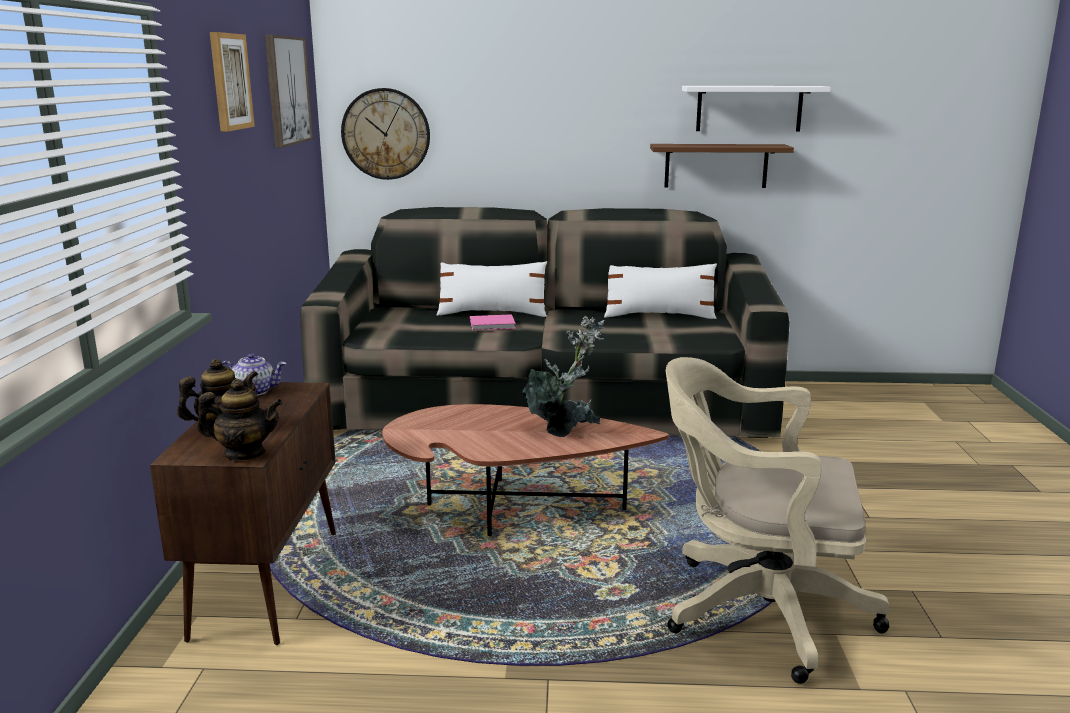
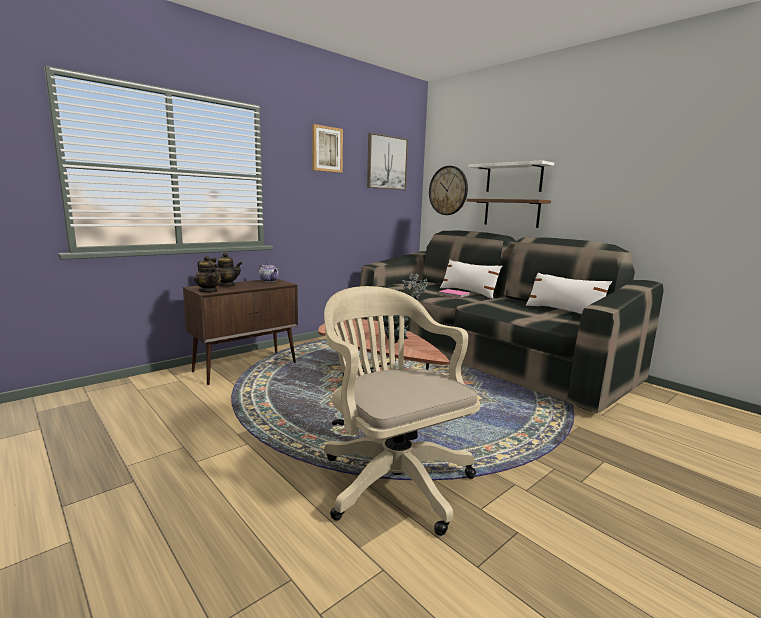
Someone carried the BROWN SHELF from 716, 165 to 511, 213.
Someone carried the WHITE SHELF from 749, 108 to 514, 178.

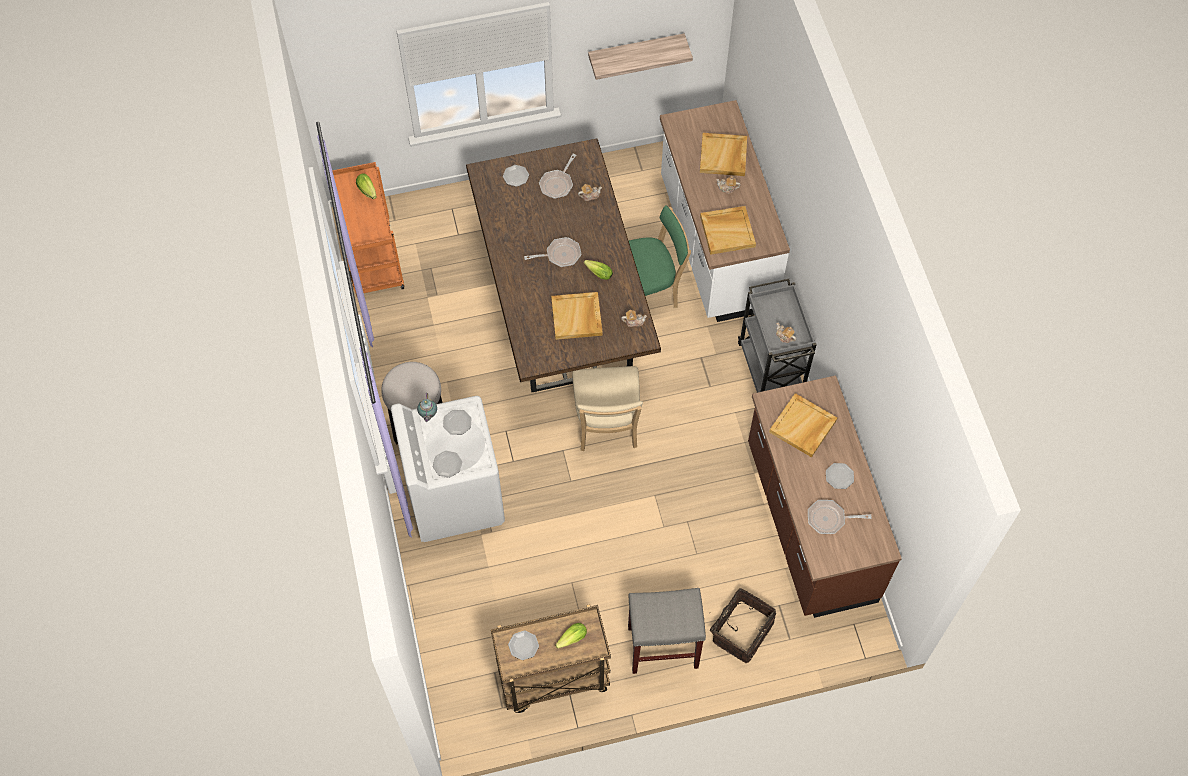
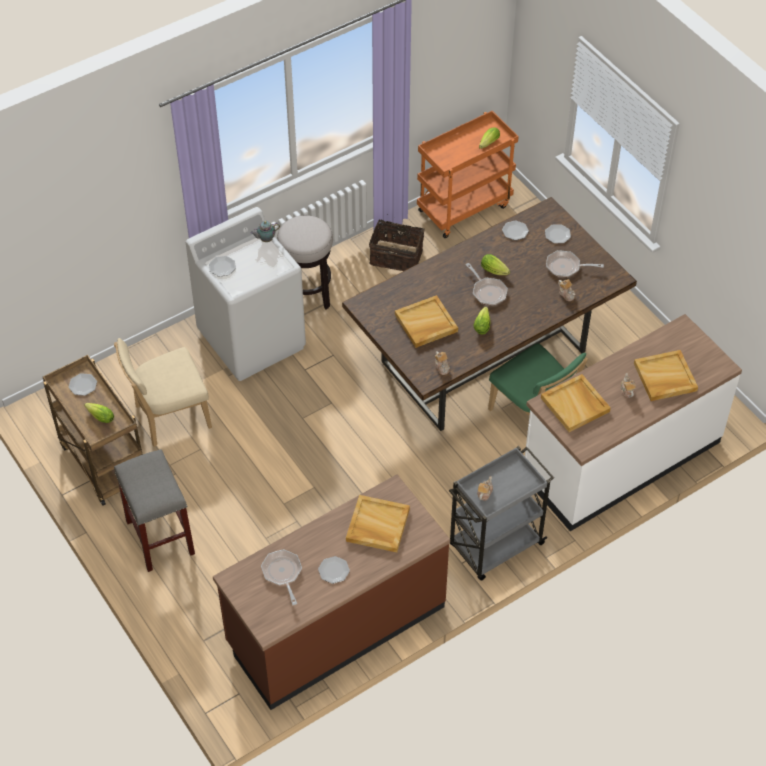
Someone carried the PLATE from 457, 422 to 515, 231.
Someone carried the BEIGE CHAIR from 606, 426 to 169, 417.
Someone took away the SHELF at 636, 52.
Someone carried the BASKET from 741, 630 to 396, 255.
Someone put down the LETTUCE at 495, 271.

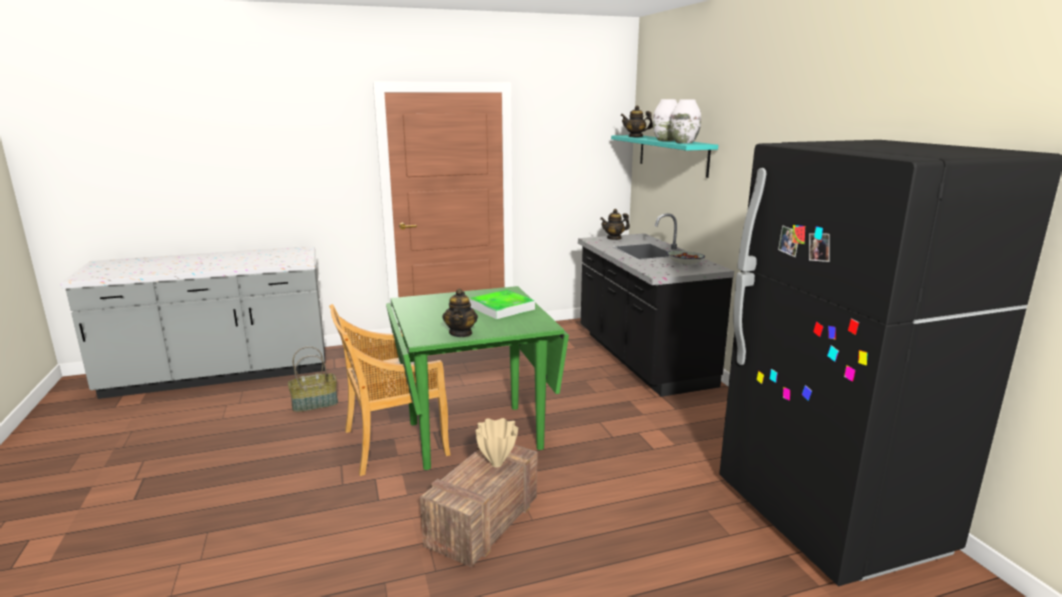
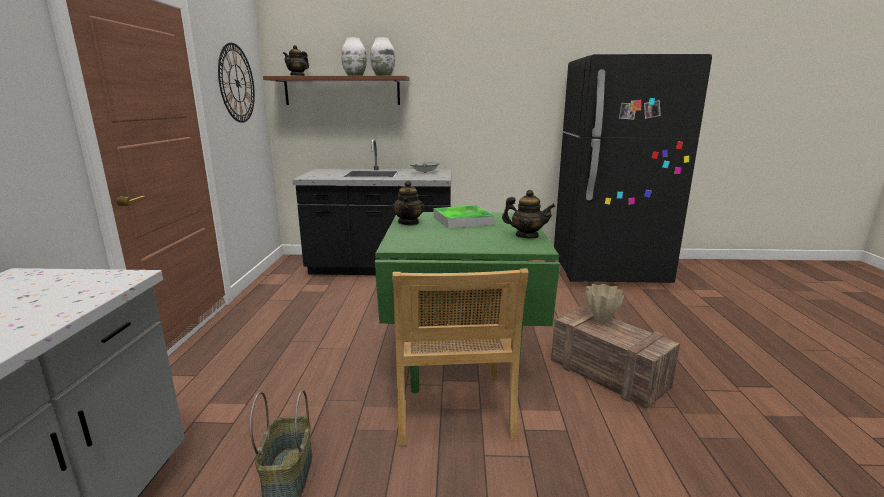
Someone carried the TEAPOT from 614, 238 to 409, 223.
Someone repainted the TURQUOISE SHELF at 672, 154, which became the BROWN SHELF at 342, 91.
Someone put up the WALL CLOCK at 237, 83.

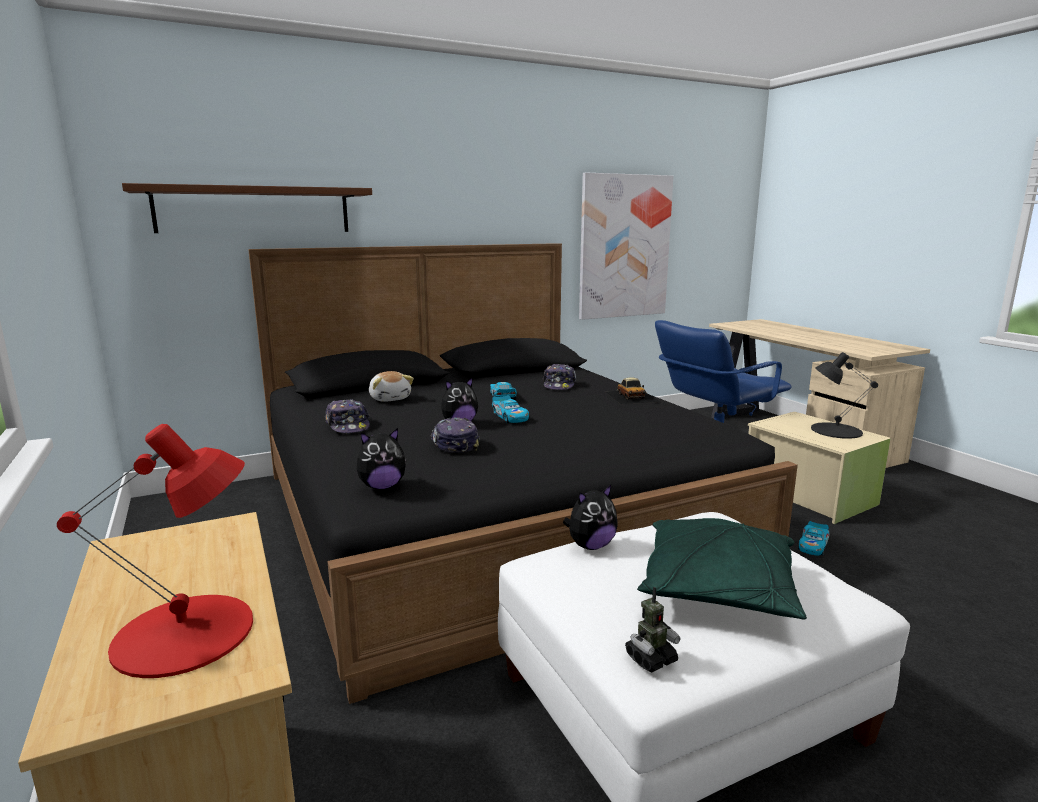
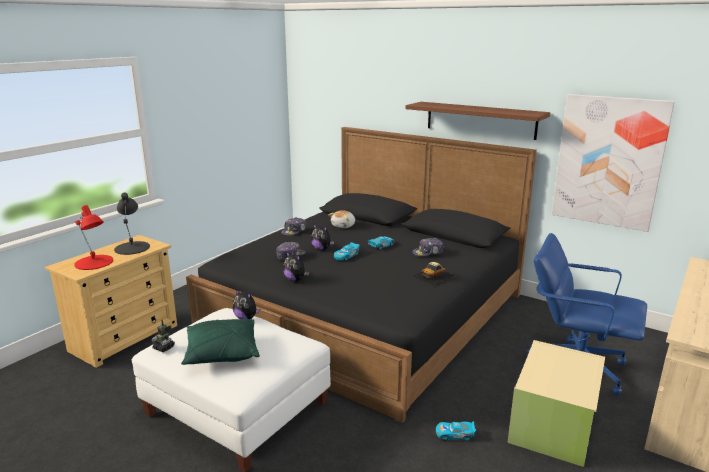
Someone carried the BROWN SHELF from 254, 210 to 480, 120.
Someone carried the PLUSH TOY from 382, 486 to 295, 280.
Someone carried the BLACK TABLE LAMP from 835, 430 to 132, 248.

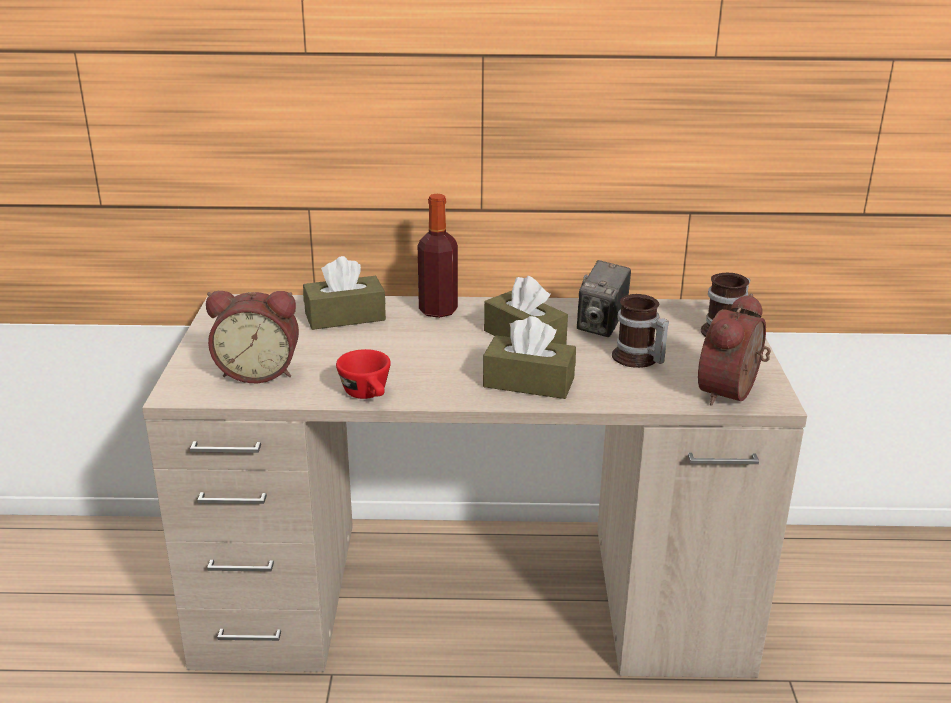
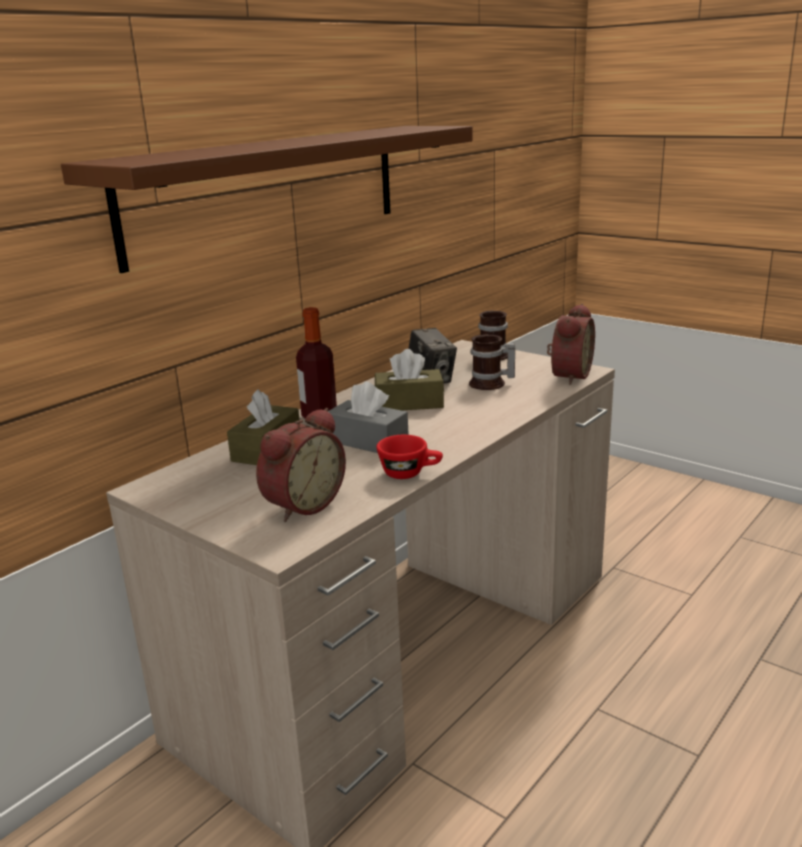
Someone took away the BROWN TISSUE BOX at 528, 382.
Someone rotated the ALARM CLOCK at 732, 393 by 135 degrees counterclockwise.
Someone put up the BROWN SHELF at 269, 190.
Someone put down the GREY TISSUE BOX at 368, 441.

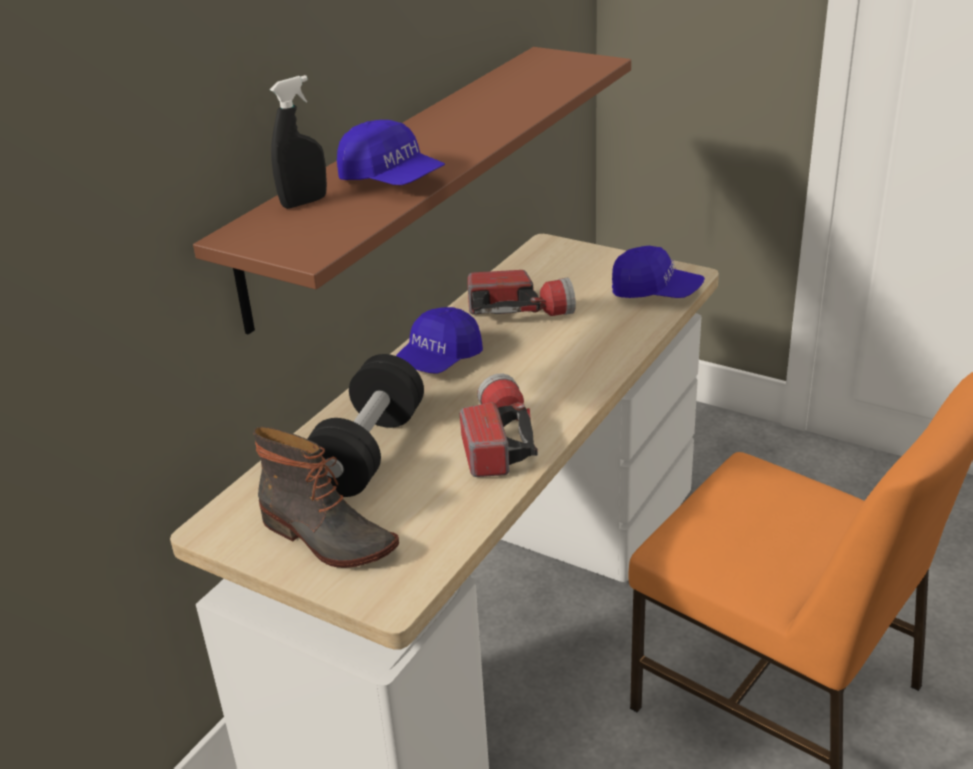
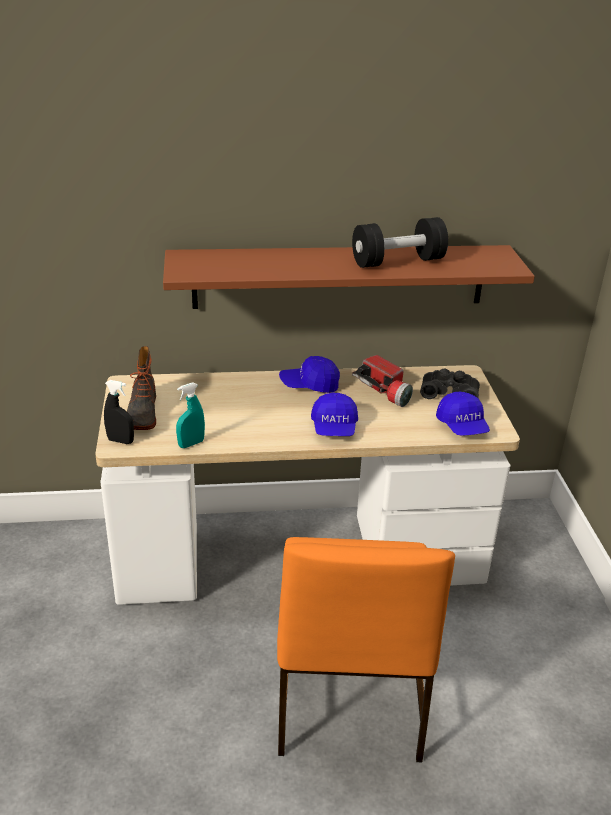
Someone carried the BLACK SPRAY BOTTLE from 304, 202 to 120, 441.
Someone carried the BLACK DUMBBELL from 368, 452 to 398, 261.
Someone carried the BLUE CAP from 392, 180 to 334, 428.
Someone took away the FLASHLIGHT at 497, 441.
Someone put down the TURQUOISE SPRAY BOTTLE at 191, 444.
Someone put down the BLACK BINOCULARS at 449, 392.

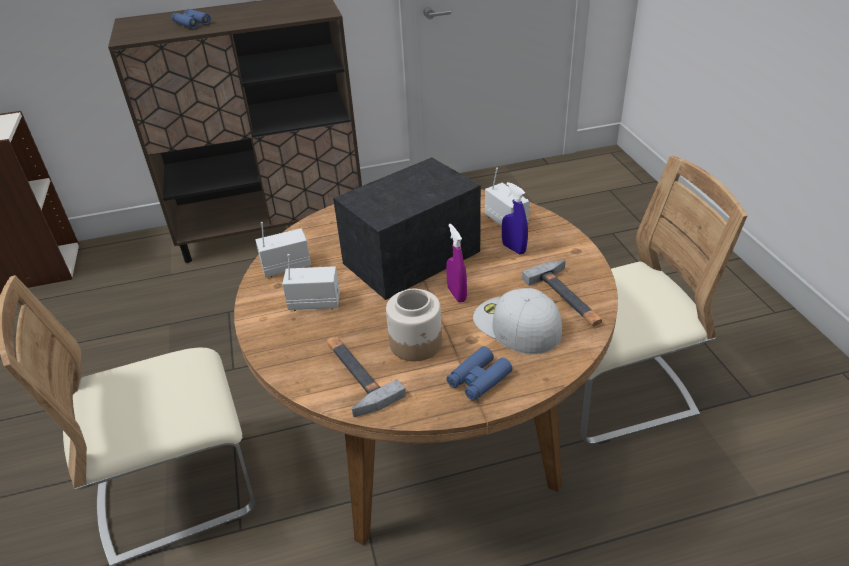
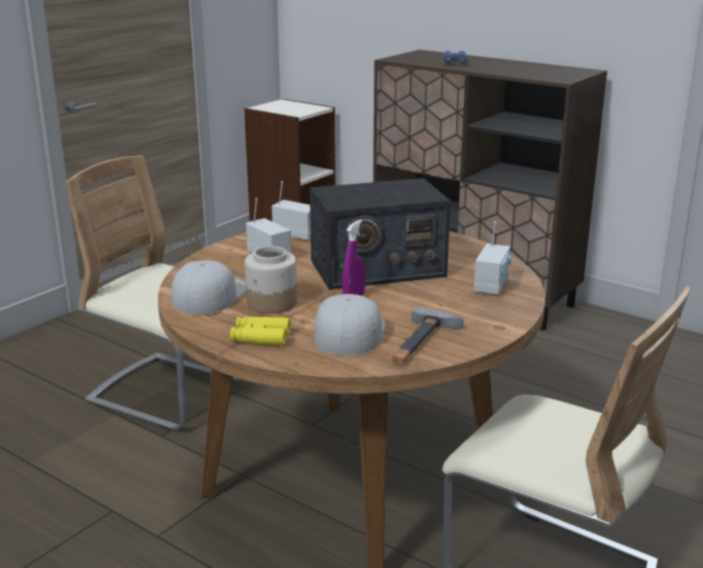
Someone swapped the HAMMER at 354, 375 for the WHITE CAP at 209, 295.
Someone rotated the RADIO at 412, 257 by 150 degrees clockwise.
Someone repainted the BLUE BINOCULARS at 478, 379, which became the YELLOW BINOCULARS at 260, 337.
Someone took away the BLUE SPRAY BOTTLE at 513, 248.

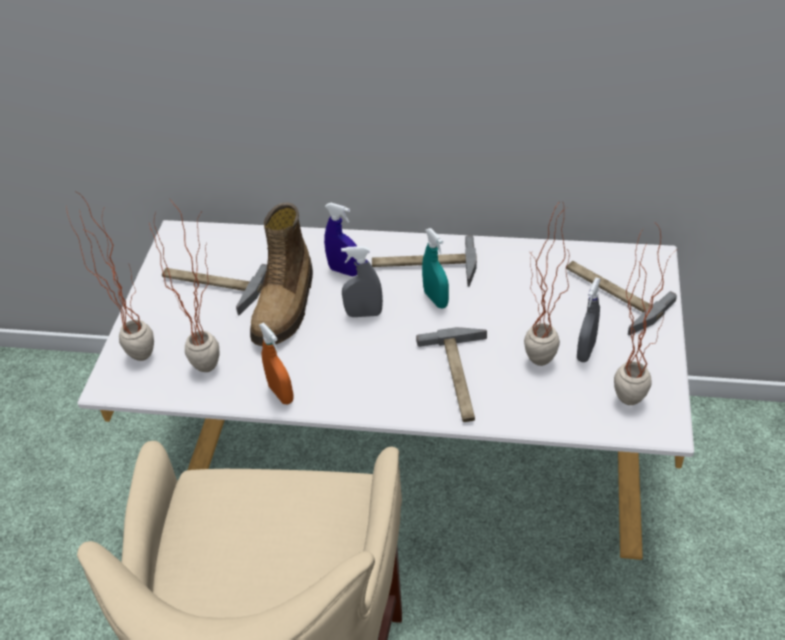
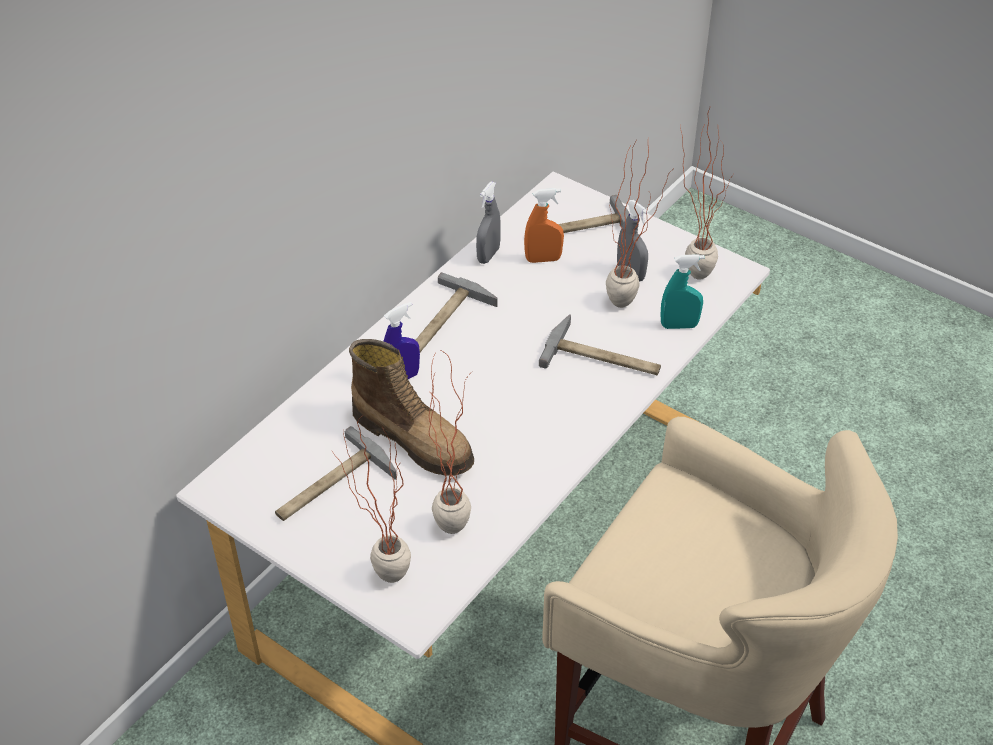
Someone carried the ORANGE SPRAY BOTTLE from 281, 394 to 543, 259.
Someone carried the GREY SPRAY BOTTLE from 364, 314 to 488, 255.
Someone carried the TURQUOISE SPRAY BOTTLE from 436, 299 to 679, 325.

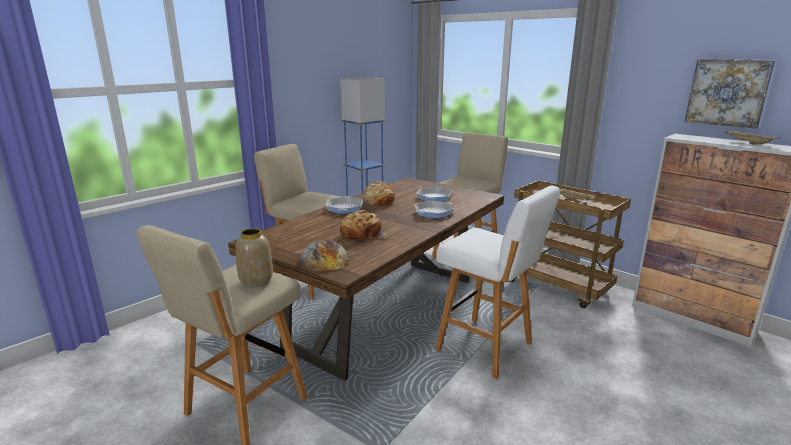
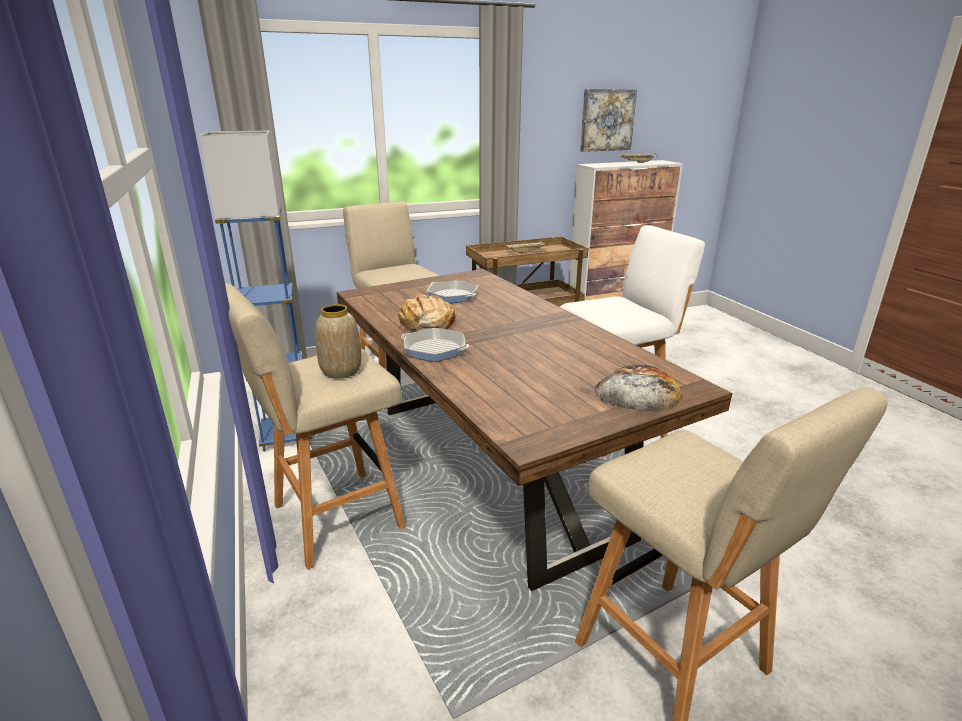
Someone carried the VASE from 256, 281 to 342, 371.
Someone took away the BREAD at 361, 234.
Someone took away the FRYING PAN at 433, 212.

